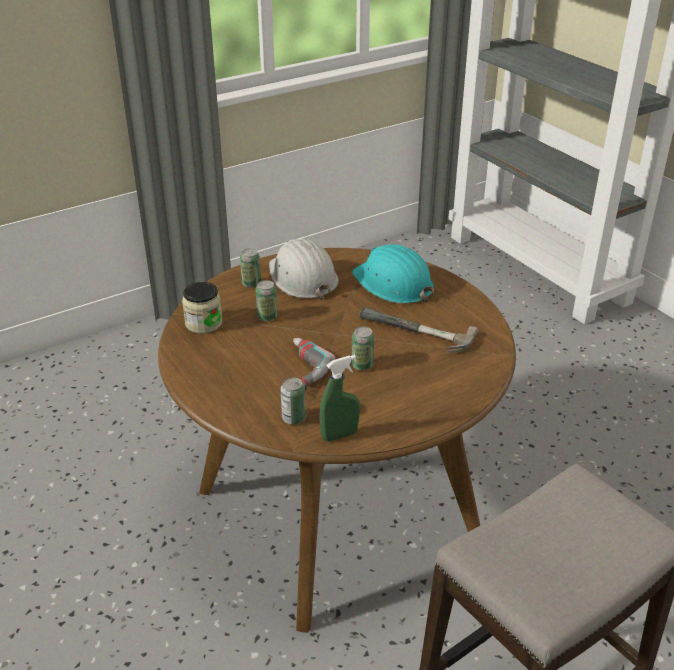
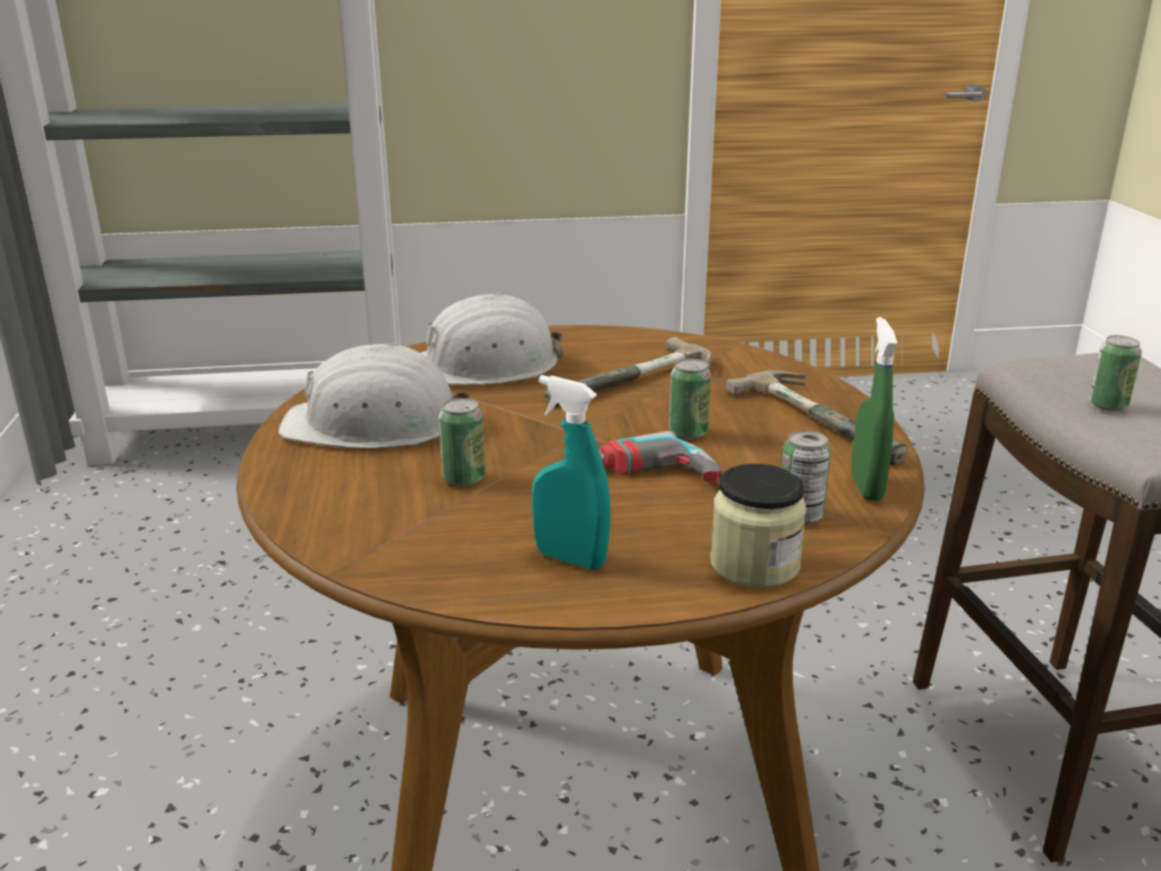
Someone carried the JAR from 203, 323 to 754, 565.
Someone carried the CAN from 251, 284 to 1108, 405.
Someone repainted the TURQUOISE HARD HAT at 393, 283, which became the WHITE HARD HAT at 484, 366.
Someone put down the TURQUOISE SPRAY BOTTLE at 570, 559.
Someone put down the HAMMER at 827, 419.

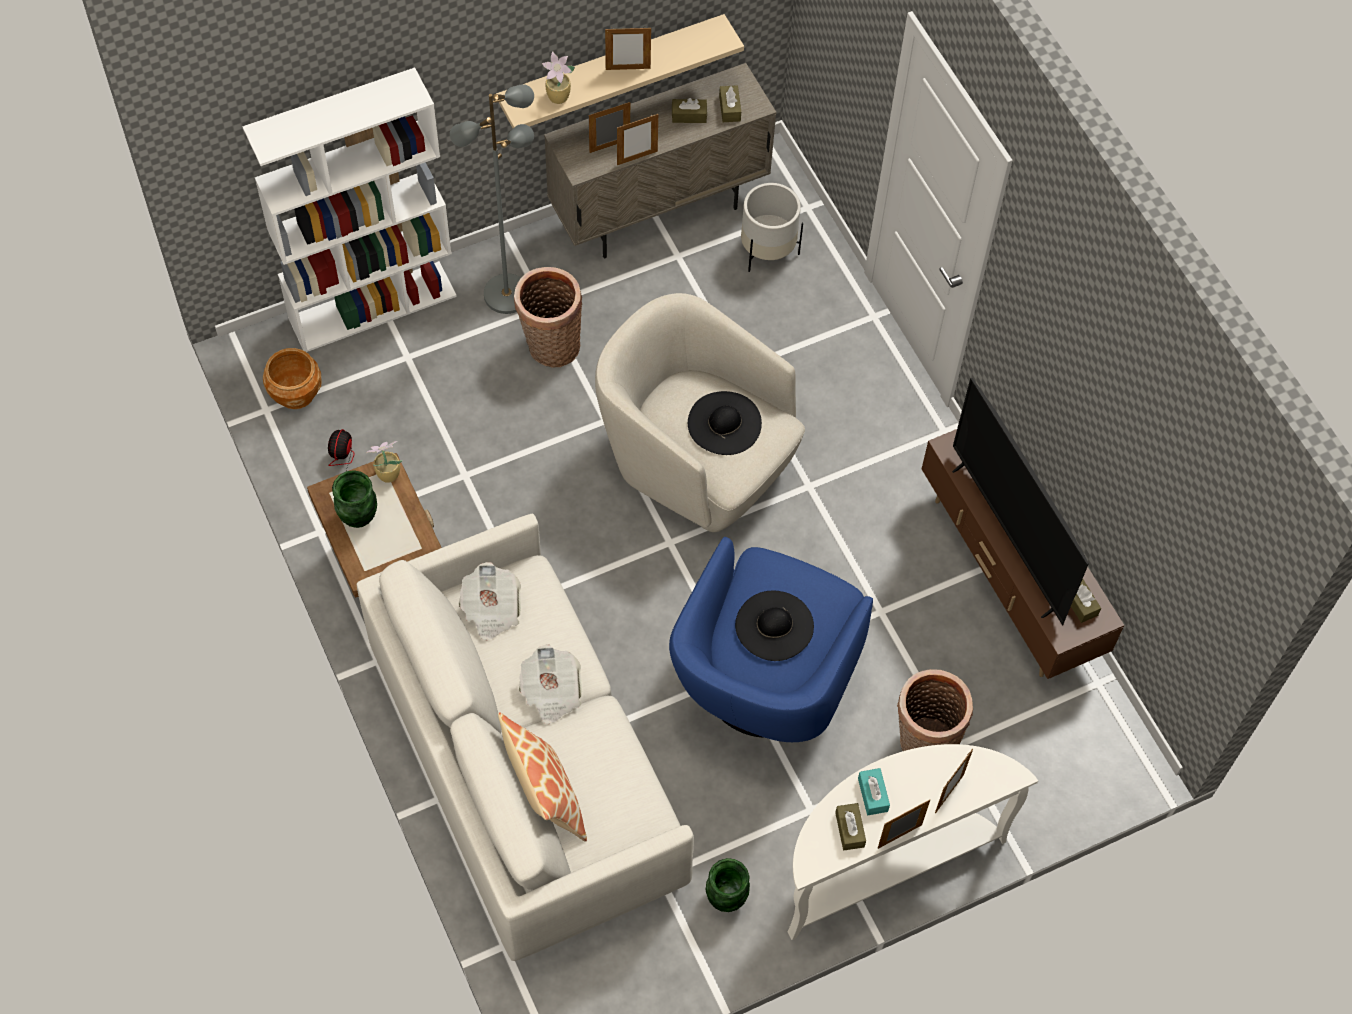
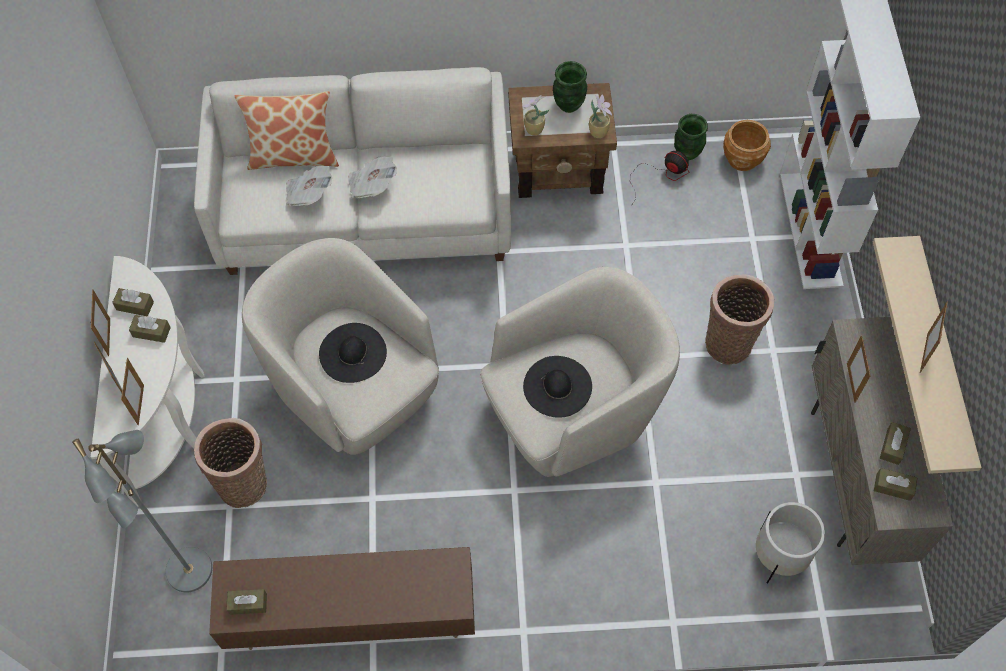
Someone carried the GREY FLOOR LAMP from 506, 293 to 191, 570.
Someone carried the NEWSPAPER from 491, 610 to 309, 194.
Someone carried the POTTED PLANT from 559, 97 to 533, 129.
Someone carried the PICTURE FRAME from 609, 146 to 140, 405.
Someone repainted the BLUE ARMCHAIR at 763, 682, which became the BEIGE ARMCHAIR at 354, 386.
Someone carried the GREEN VASE from 725, 898 to 687, 152.
Someone repainted the TURQUOISE TISSUE BOX at 872, 795, which became the BROWN TISSUE BOX at 151, 332.
Someone took away the TELEVISION at 1007, 538.

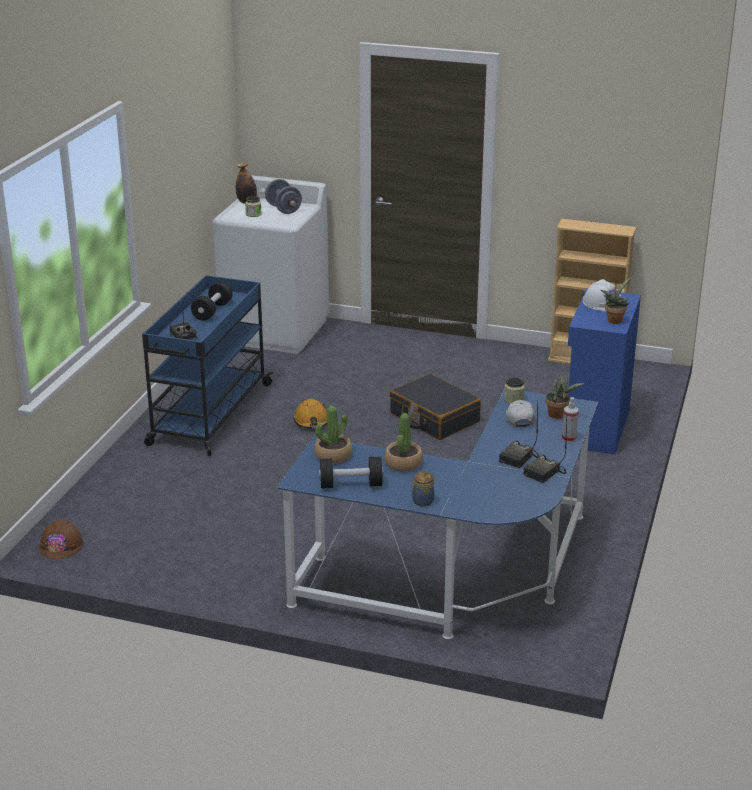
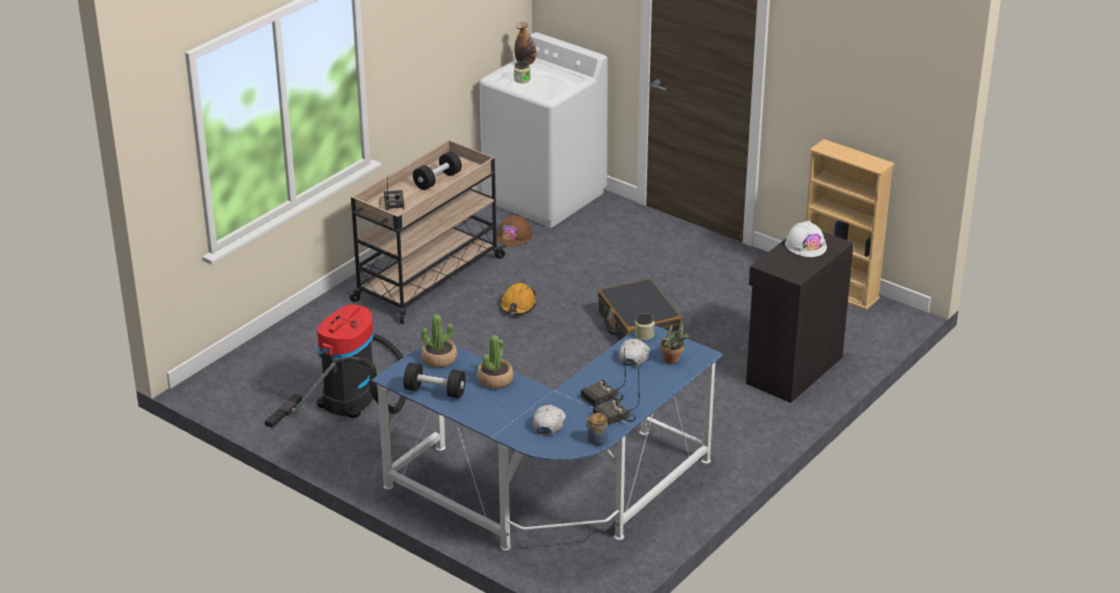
Someone carried the BROWN HARD HAT from 61, 545 to 514, 236.
Someone repainted the BLUE CART at 209, 415, which became the BEIGE CART at 427, 280.
Someone took away the GREY DUMBBELL at 283, 209.
Someone carried the JAR from 422, 501 to 596, 440.
Someone took away the SPRAY BOTTLE at 569, 438.
Someone repainted the BLUE CABINET at 595, 428, which became the BLACK CABINET at 792, 370.
Someone took away the POTTED PLANT at 614, 320.
Someone put down the VACUUM CLEANER at 352, 394.
Someone put down the WHITE CAP at 549, 423.

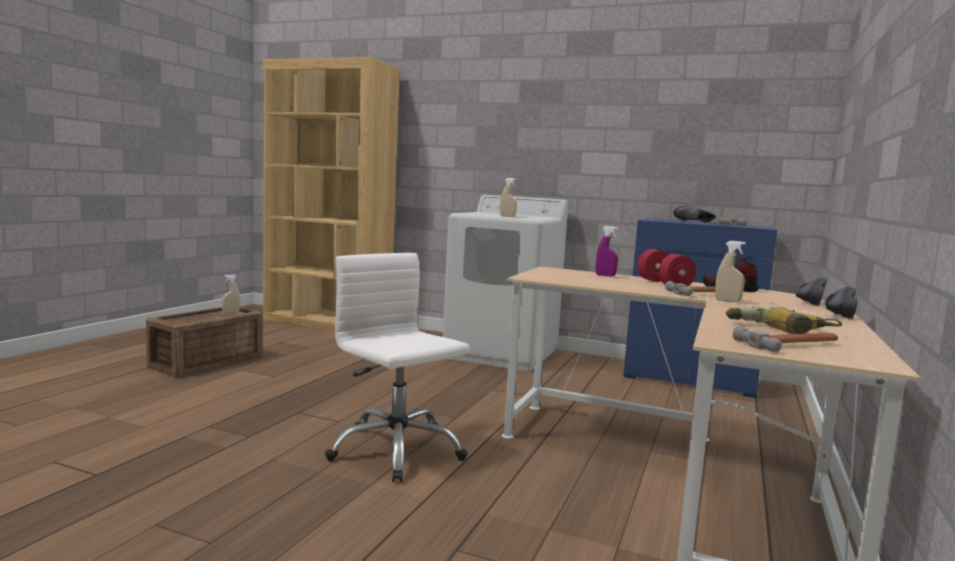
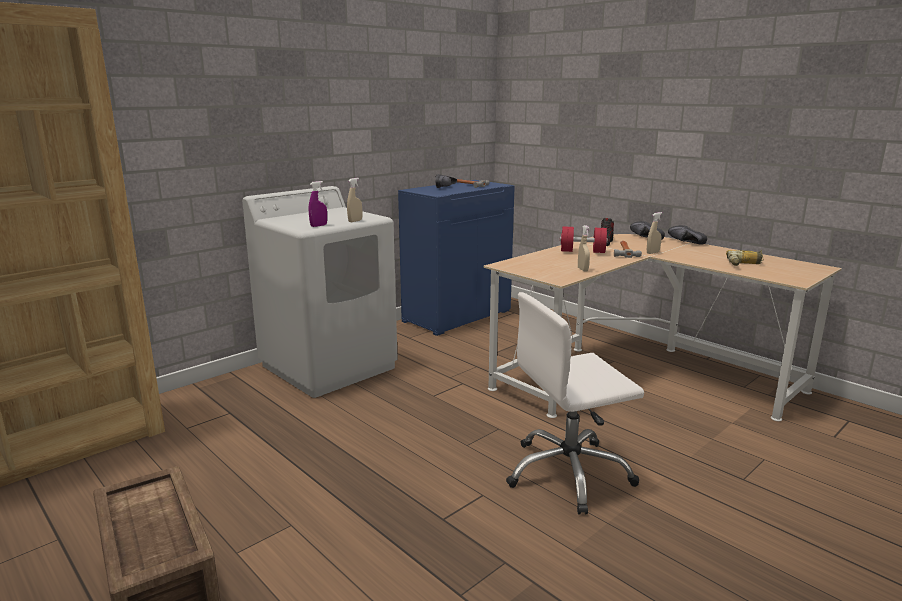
Someone carried the BEIGE SPRAY BOTTLE from 231, 313 to 582, 269.
Someone carried the PURPLE SPRAY BOTTLE from 605, 275 to 318, 225.
Someone took away the HAMMER at 791, 345.

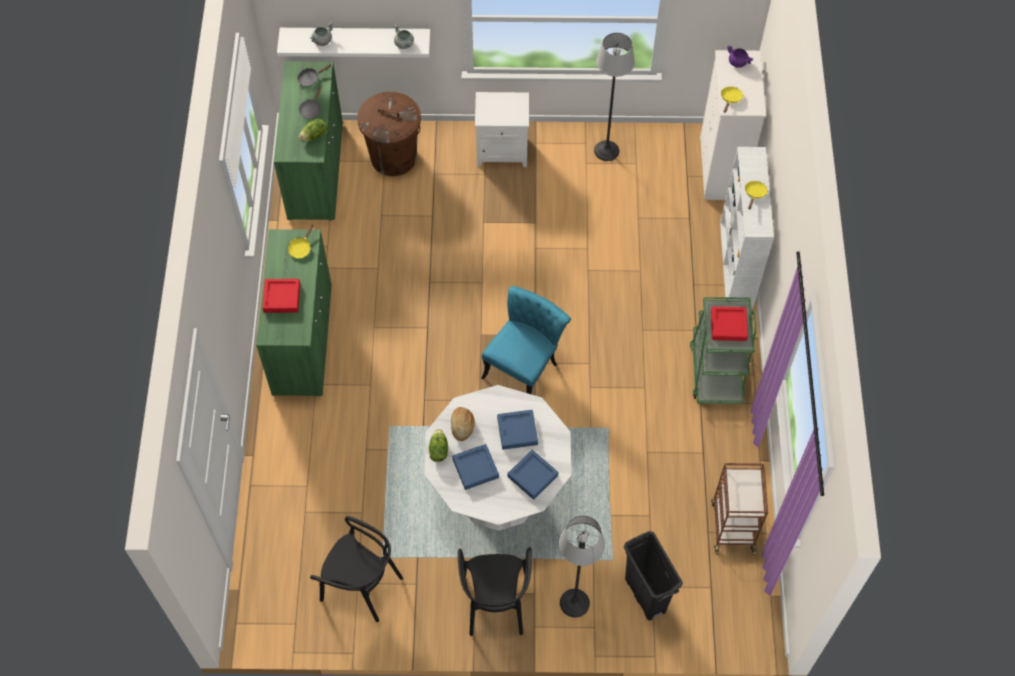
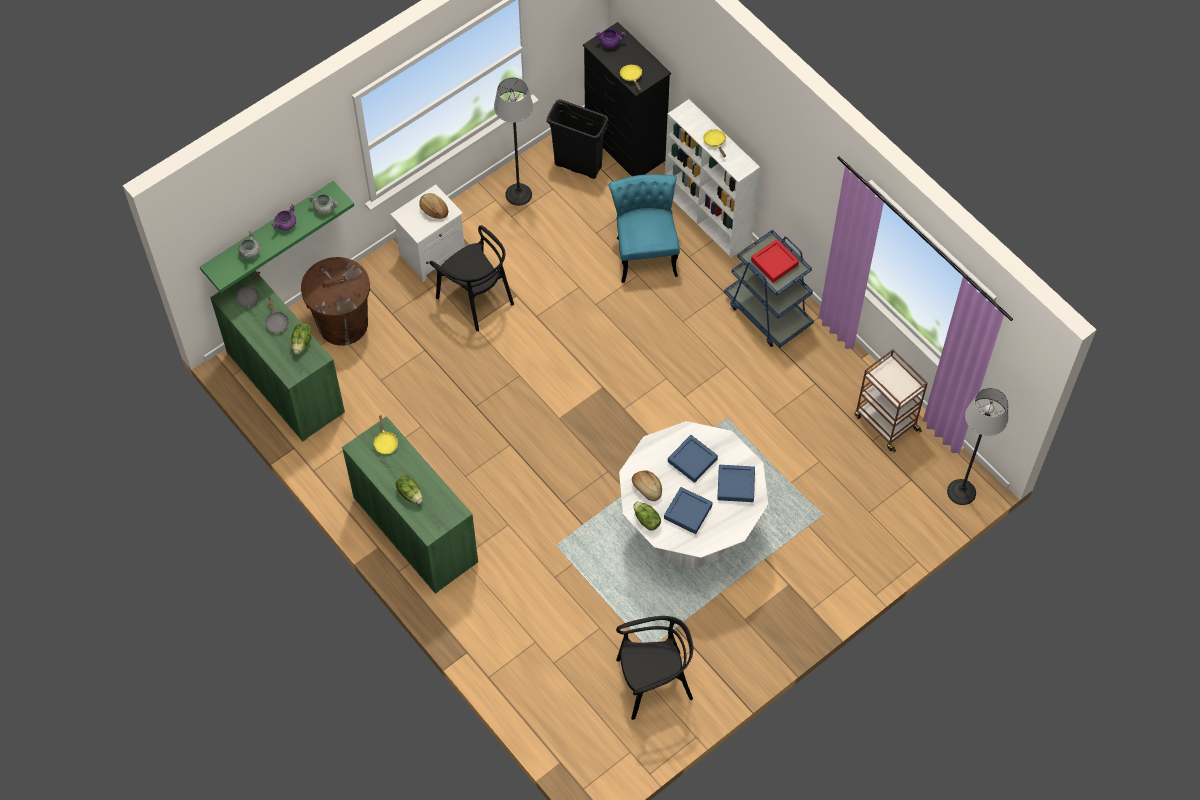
Someone swapped the RED TRAY at 282, 297 for the LETTUCE at 410, 493.
Someone repainted the WHITE SHELF at 356, 37, which became the GREEN SHELF at 269, 231.
Someone carried the BLACK CHAIR from 495, 603 to 476, 298.
Someone carried the TURQUOISE CHAIR from 524, 365 to 645, 250.
Someone carried the FLOOR LAMP from 574, 603 to 961, 492.
Someone carried the BLACK TRASH CAN from 645, 595 to 578, 165.
Someone repainted the GREEN CART at 716, 371, which became the BLUE CART at 768, 313.
Someone repainted the WHITE DRESSER at 720, 169, which became the BLACK DRESSER at 625, 147.
Someone put down the PURPLE COOKING POT at 286, 225.
Someone put down the BREAD at 433, 209.

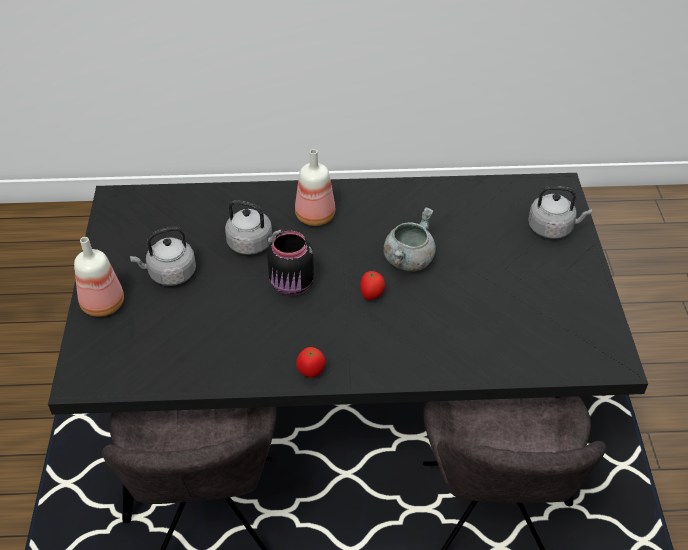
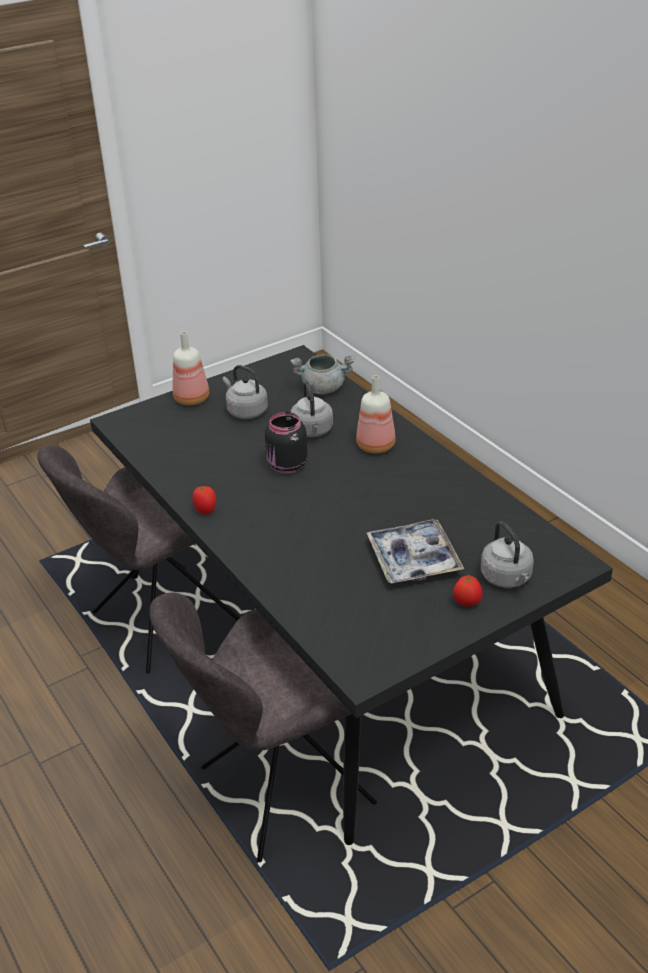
Someone carried the TOMATO from 372, 295 to 466, 603.
Someone carried the GREY COOKING POT from 408, 259 to 323, 388.
Someone put down the TRAY at 413, 559.

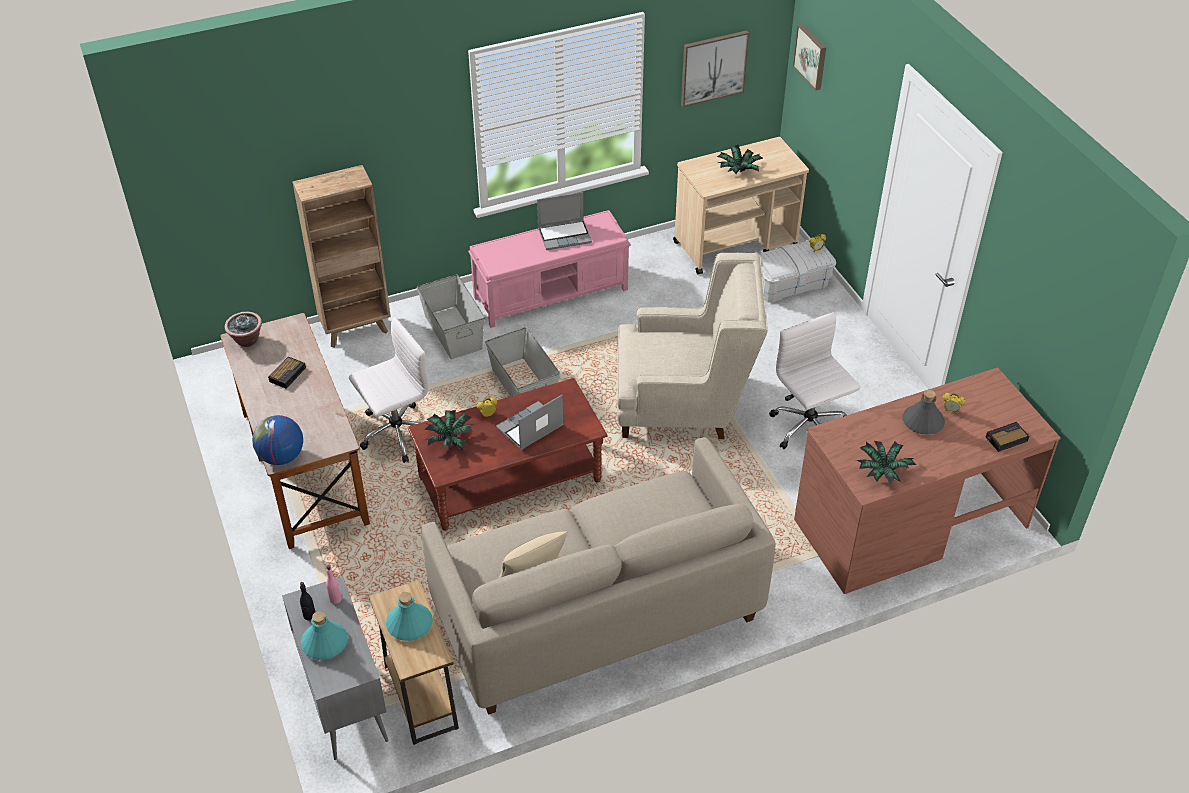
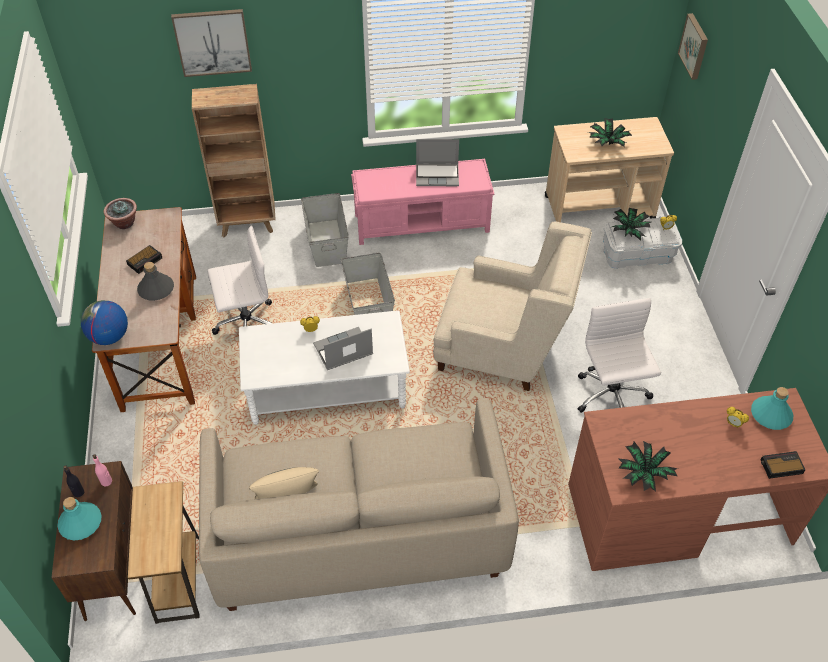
Someone repainted the GREY CABINET at 344, 699, which became the BROWN CABINET at 113, 564.
Someone carried the TURQUOISE BOTTLE from 409, 624 to 770, 415.
Someone repainted the BROWN COFFEE TABLE at 509, 480, which became the WHITE COFFEE TABLE at 326, 389.
Someone carried the POTTED PLANT from 450, 439 to 629, 230.
Someone carried the PICTURE from 713, 67 to 212, 42.
Someone carried the GREY BOTTLE from 923, 422 to 156, 289.

